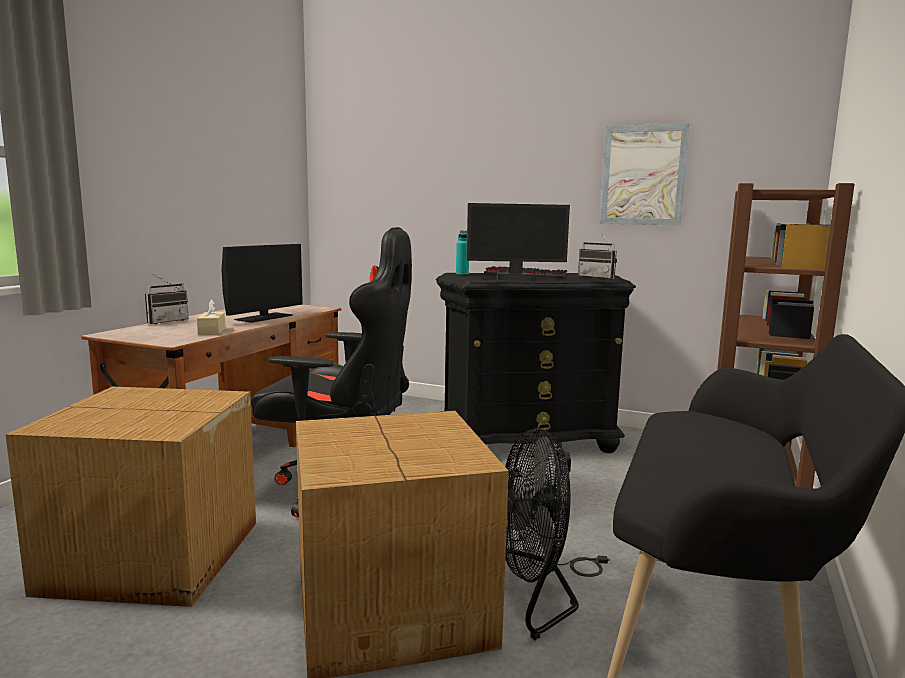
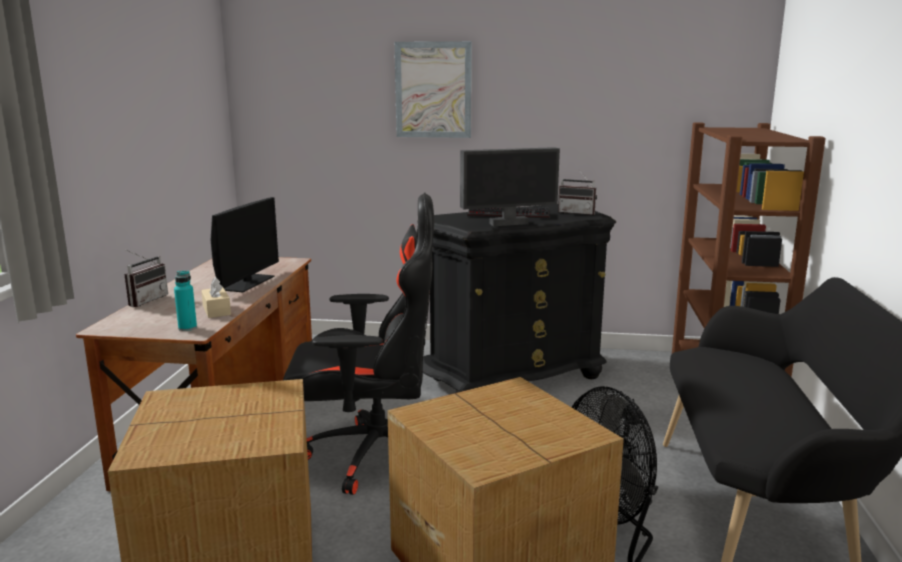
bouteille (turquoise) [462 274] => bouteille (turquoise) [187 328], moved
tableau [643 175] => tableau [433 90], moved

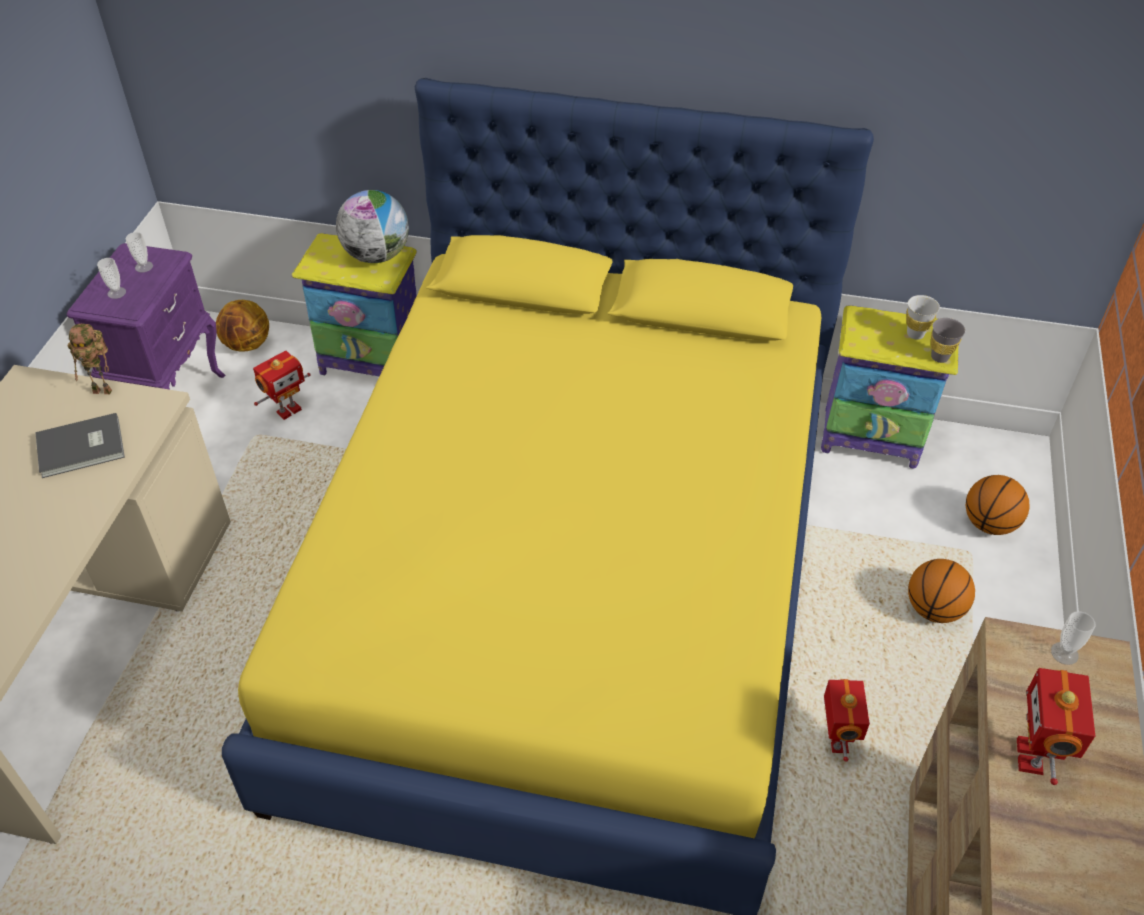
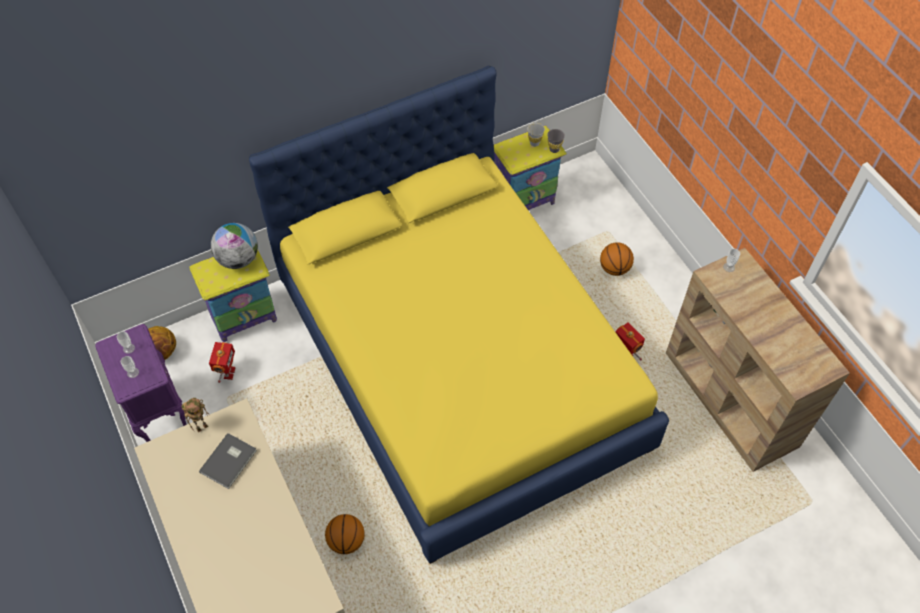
ballon de basket [989 524] => ballon de basket [346 540], moved
robot jouet [1033 757] => nothing

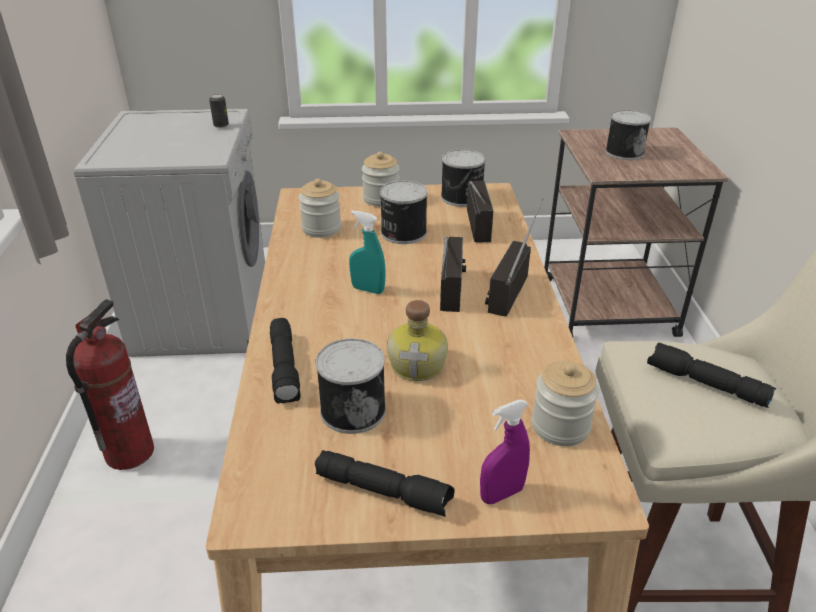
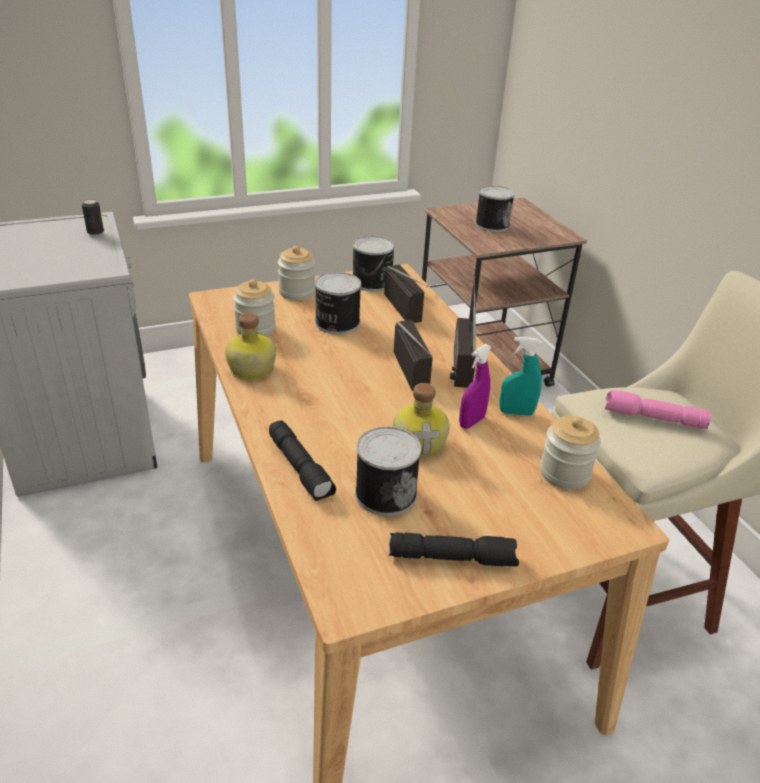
extincteur [129 453] => nothing
vaporisateur (turquoise) [368 290] => vaporisateur (turquoise) [516 412], moved
vaporisateur (violet) [501 494] => vaporisateur (violet) [471 422], moved
lampe de poche (noir) [704 384] => lampe de poche (rose) [653 418]
nothing => bouteille [250 369]

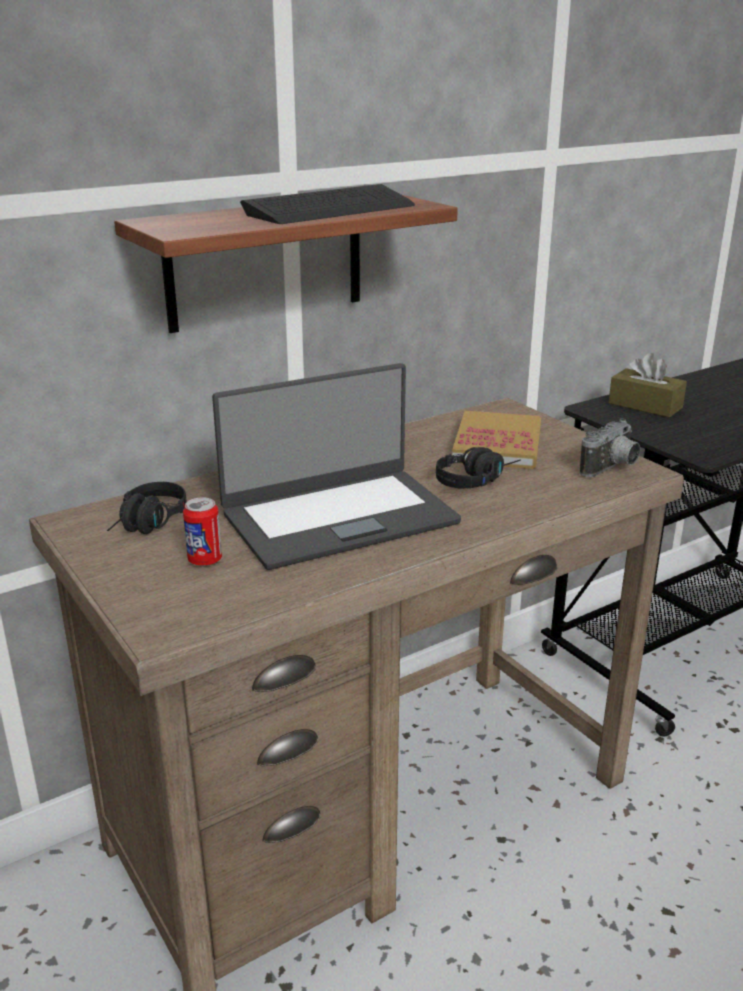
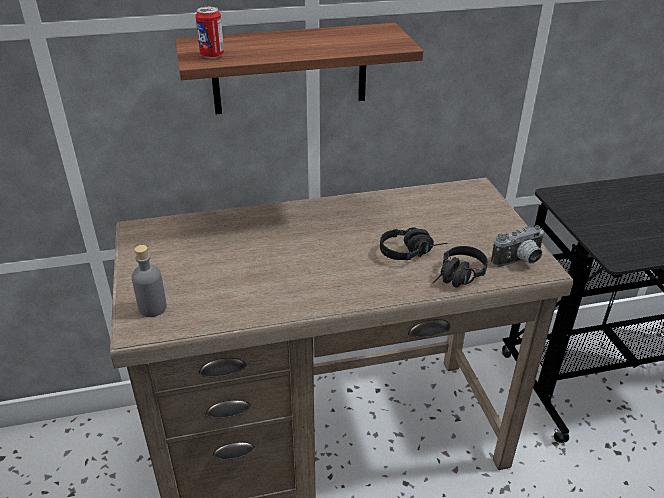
casque audio (noir) [148 525] => casque audio (noir) [457 278], moved
boîte métallique [205 560] => boîte métallique [212 55], moved
ordinateur portable [338 517] => nothing
clavier [331 210] => nothing
livre [497 444] => nothing
boîte à mouchoirs (marron) [645 405] => nothing
nothing => bouteille (gris) [153 308]

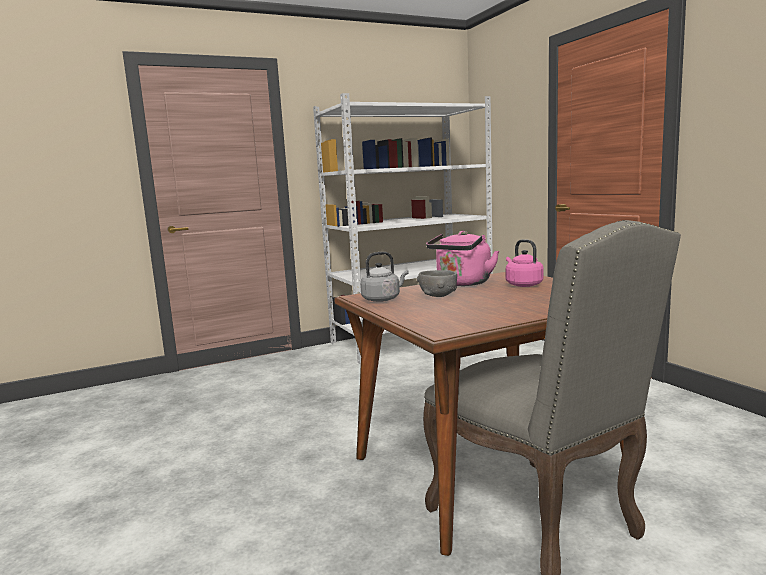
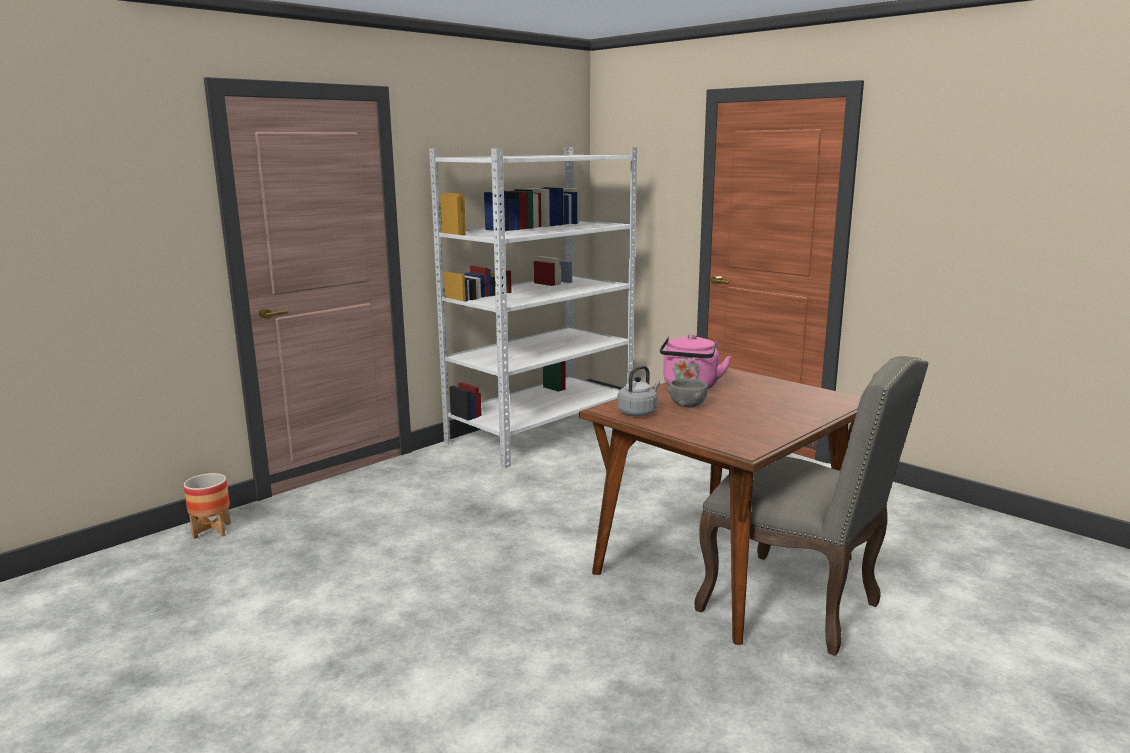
bouilloire (rose) [522 284] => nothing
nothing => cache-pot [212 530]

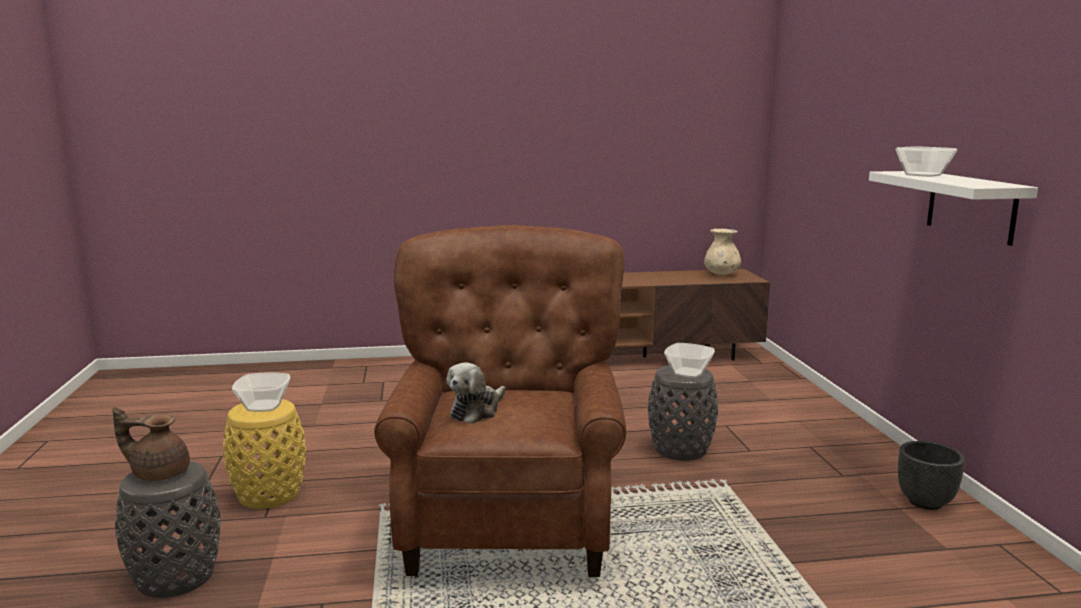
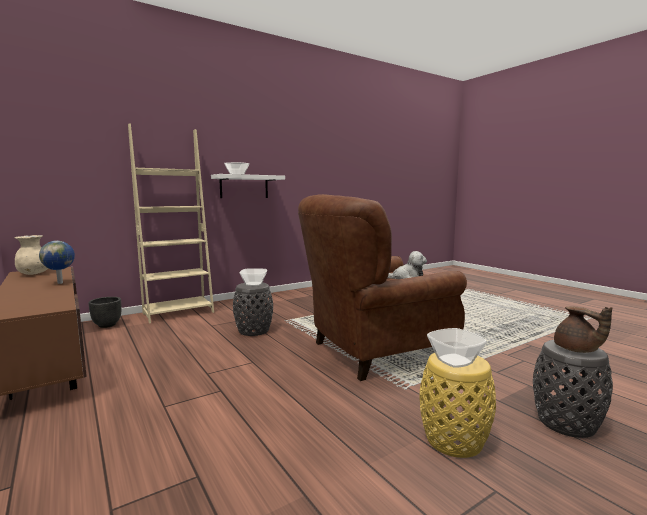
cache-pot (noir) [925 502] => cache-pot (noir) [107 325], moved
nothing => globe [61 283]
nothing => bibliothèque (beige) [178 313]

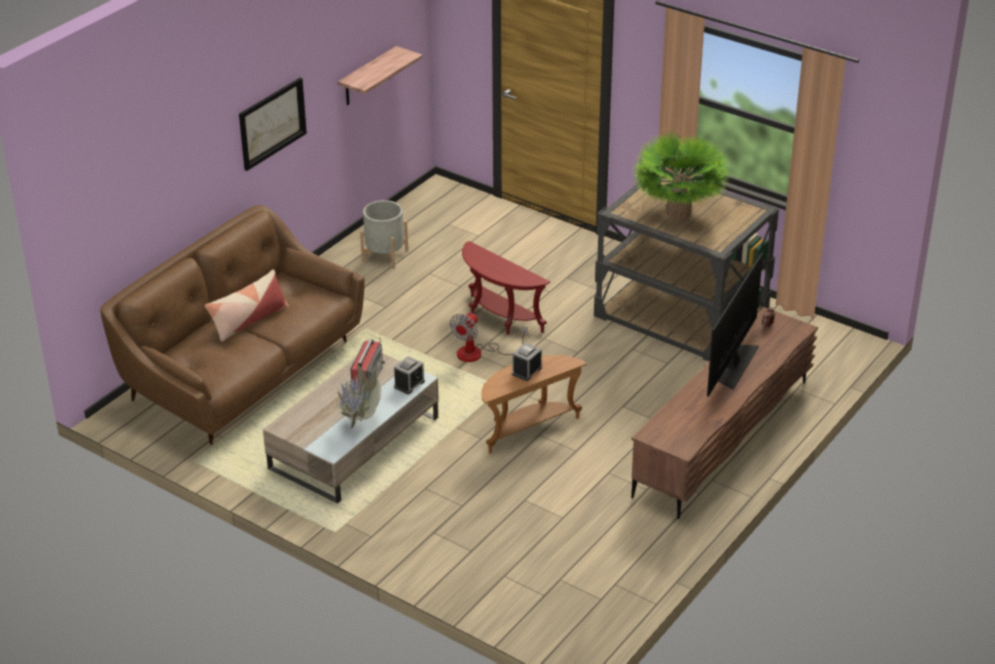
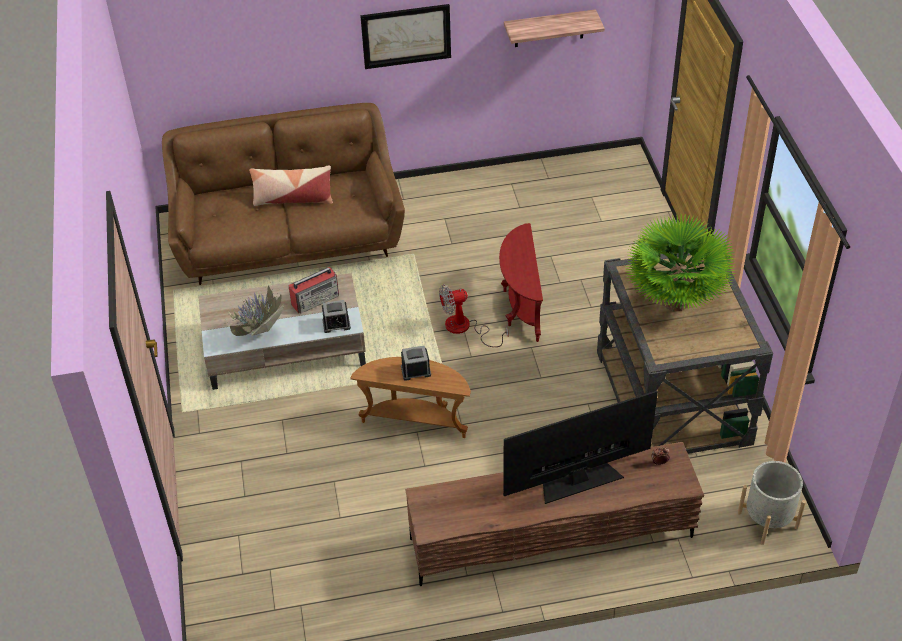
cache-pot (gris) [385 256] => cache-pot (gris) [767 520], moved

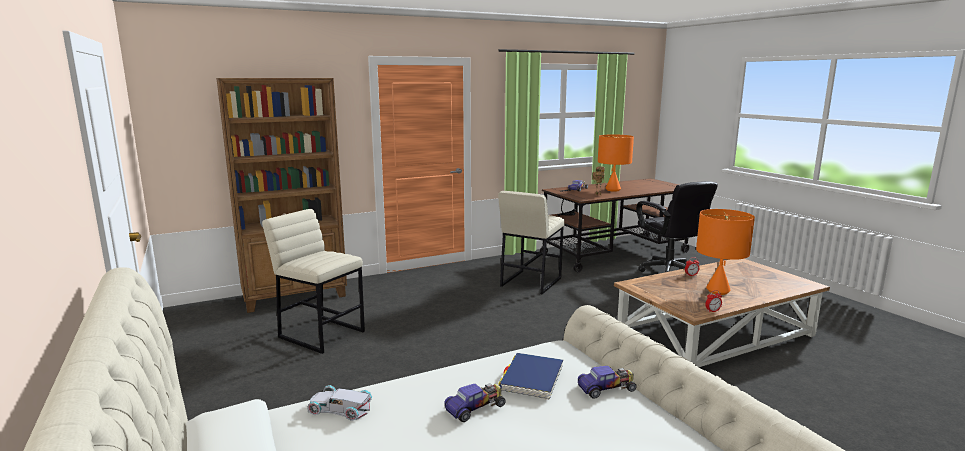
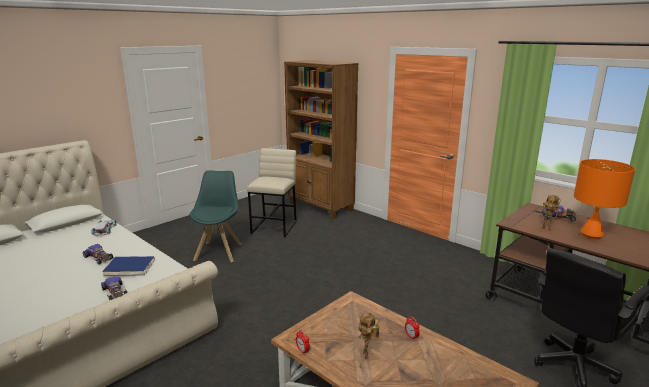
chaise (beige) [530 282] => nothing
lampe de table (orange) [717 291] => robot jouet [367 356]
nothing => chaise (turquoise) [219 252]

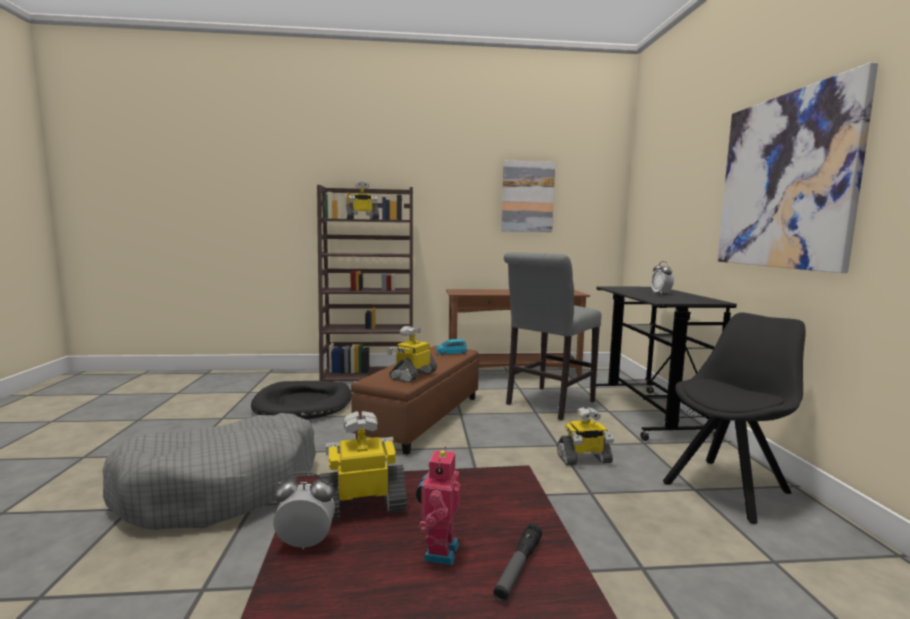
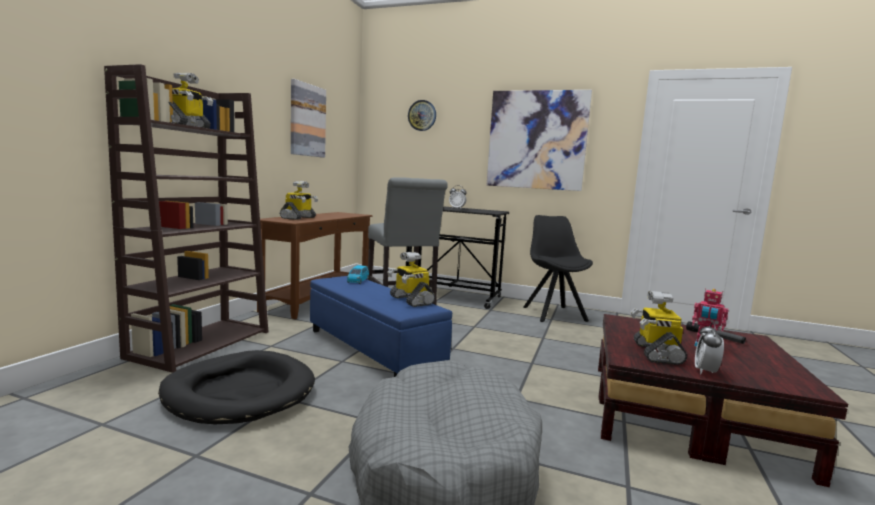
pouf (marron) [423 418] => pouf (bleu) [374 348]
robot jouet [584 459] => robot jouet [298 218], moved
nothing => horloge murale [422 115]

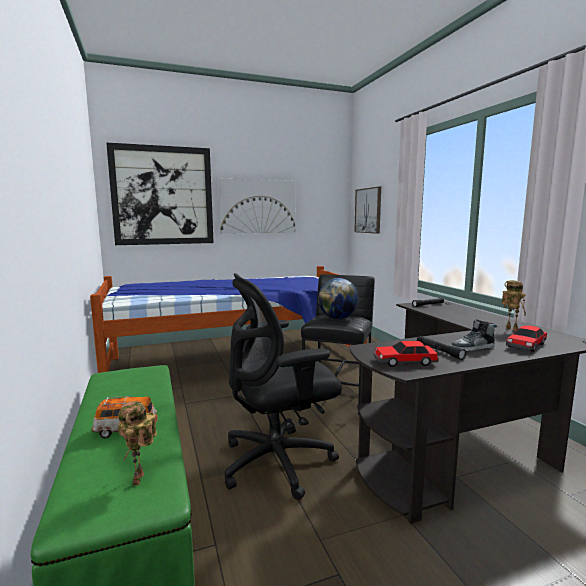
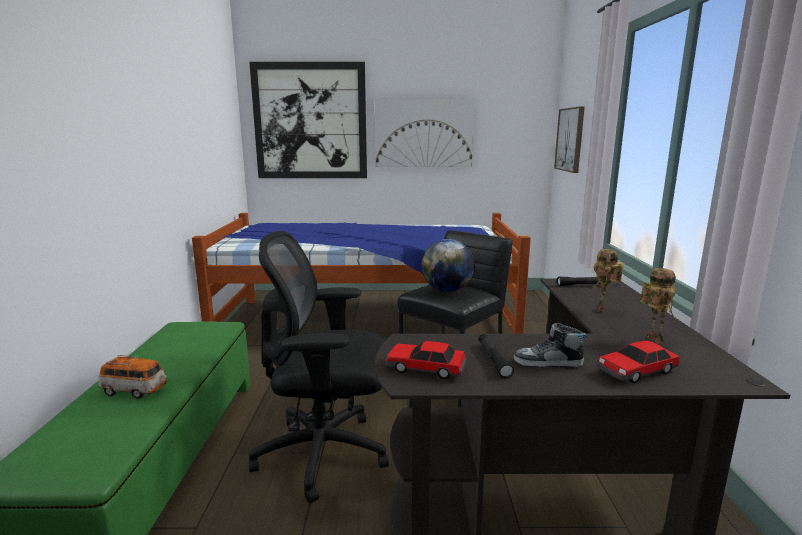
robot jouet [140 480] => robot jouet [602 310], moved

